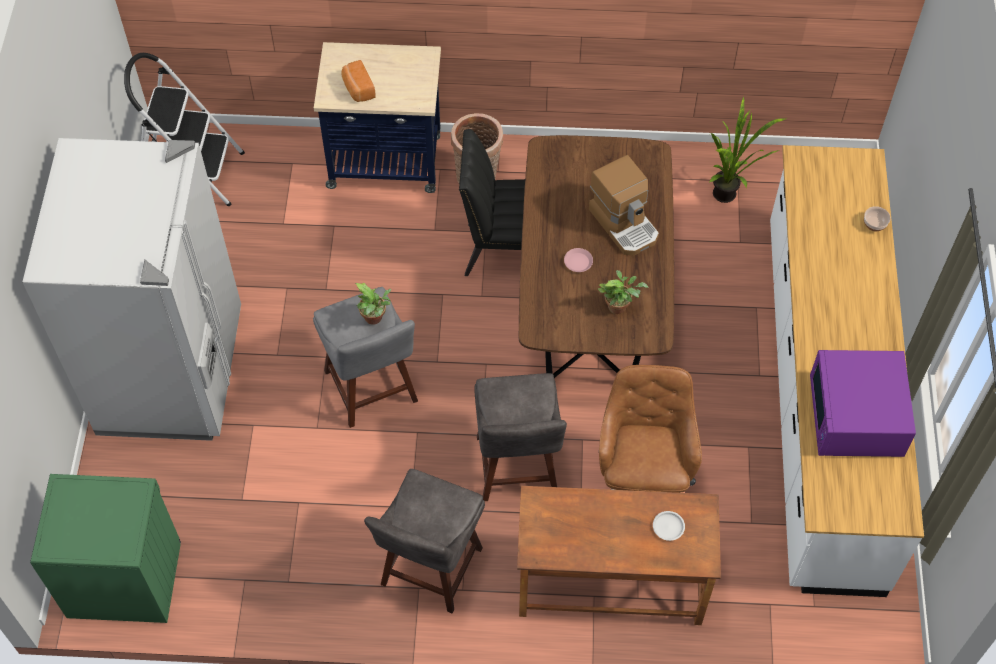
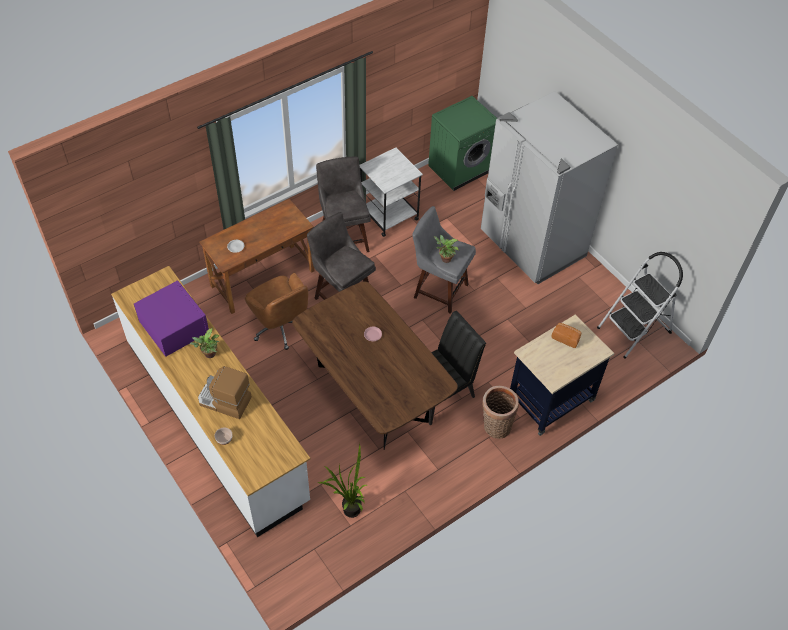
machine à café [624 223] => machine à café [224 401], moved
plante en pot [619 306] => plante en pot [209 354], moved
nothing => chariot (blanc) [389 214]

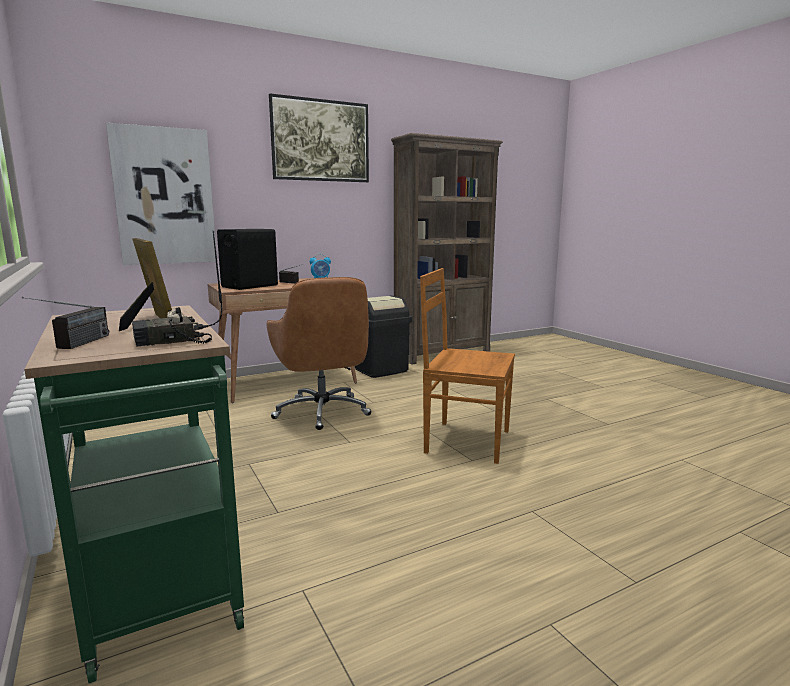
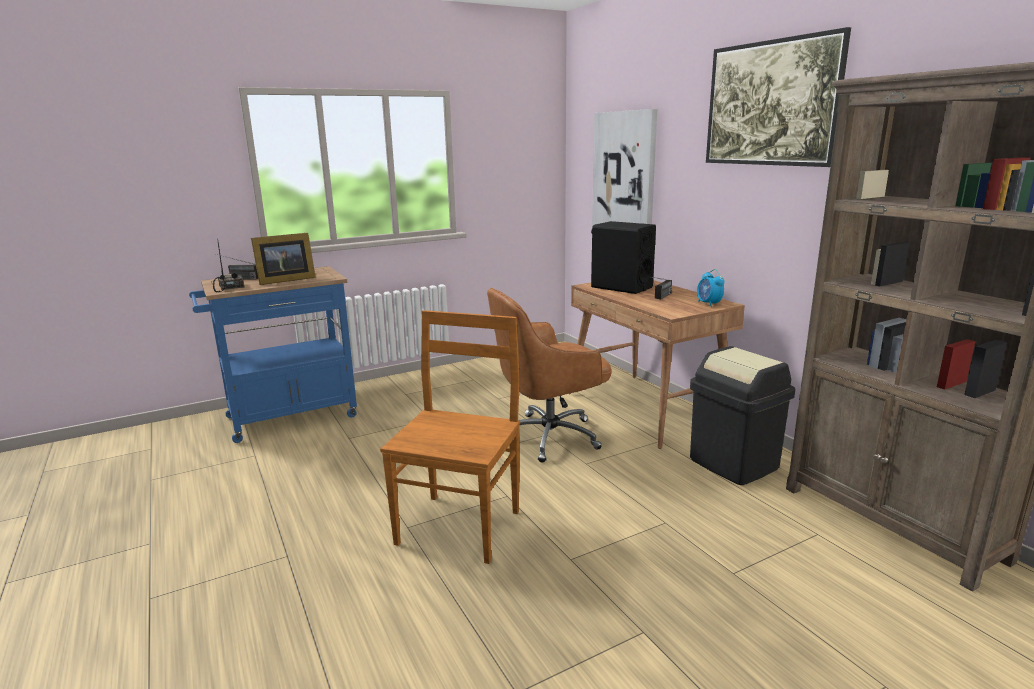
chariot (vert) [160 586] => chariot (bleu) [287 418]

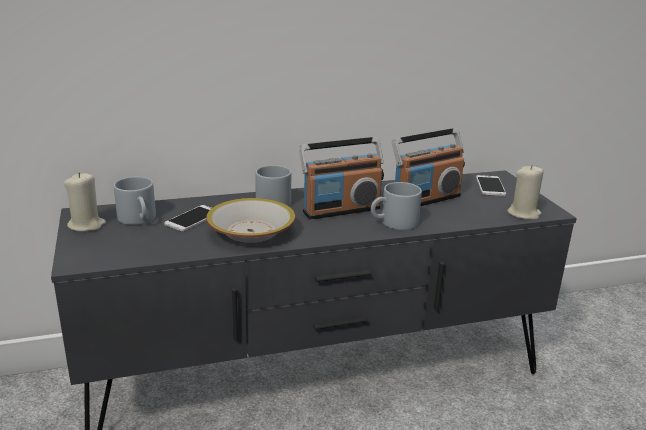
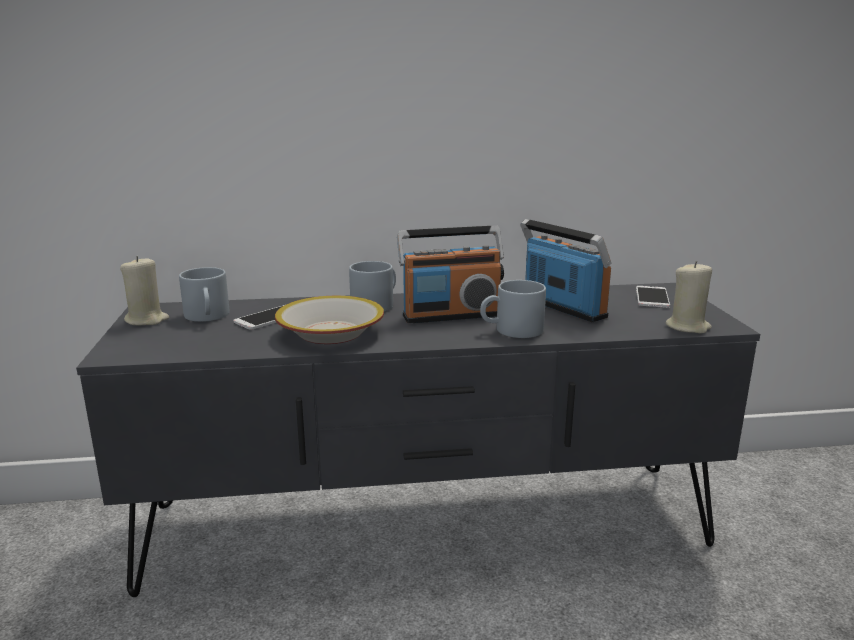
radio [426 199] => radio [562 308], 105 degrees counterclockwise

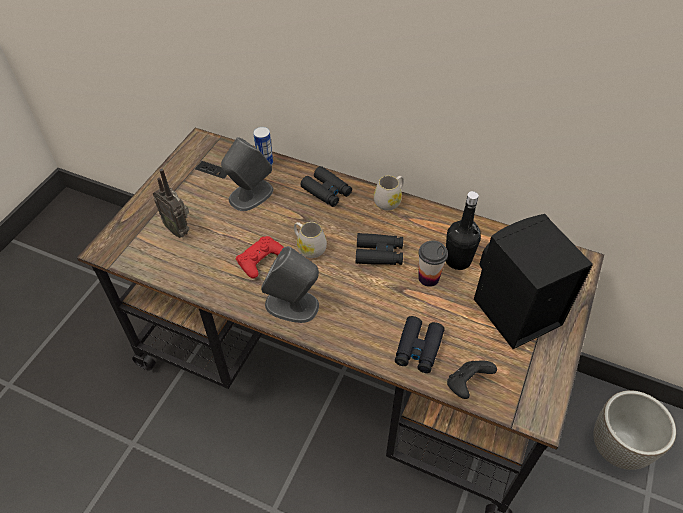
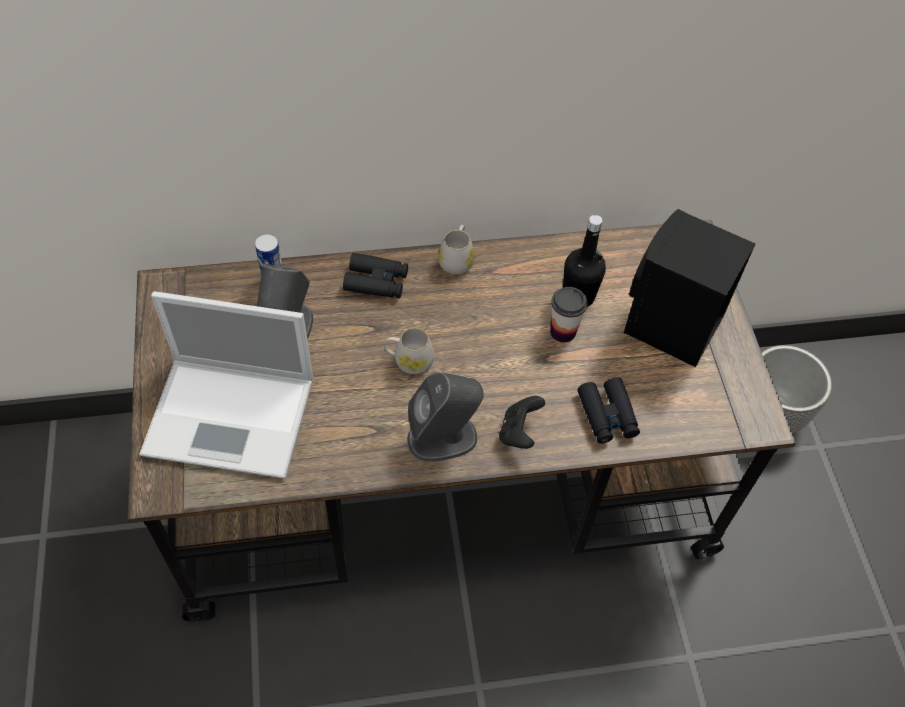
radio [179 229] => ordinateur portable [233 416]
manette (rouge) [260 259] => nothing
jumelles (noir) [379 254] => nothing
manette (noir) [466 384] => manette (noir) [519 432], moved

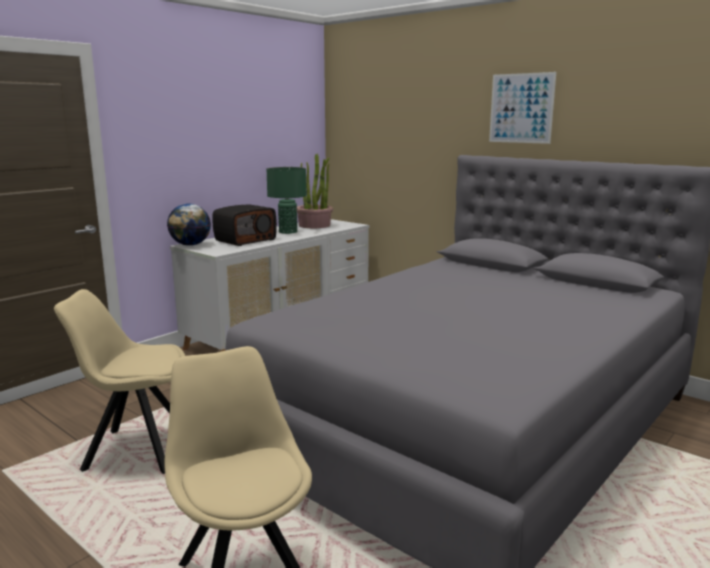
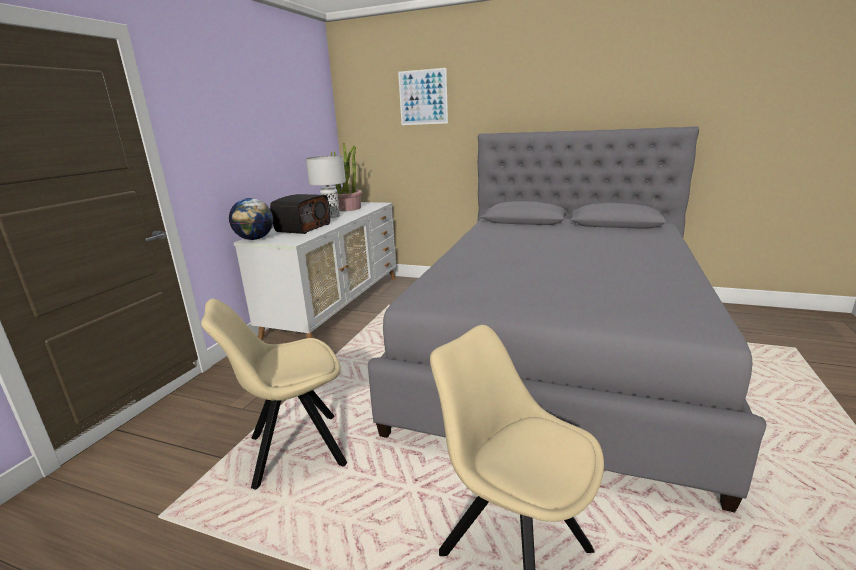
lampe de table (vert) [287 231] => lampe de table (blanc) [331 216]
tableau [521 108] => tableau [423 97], moved

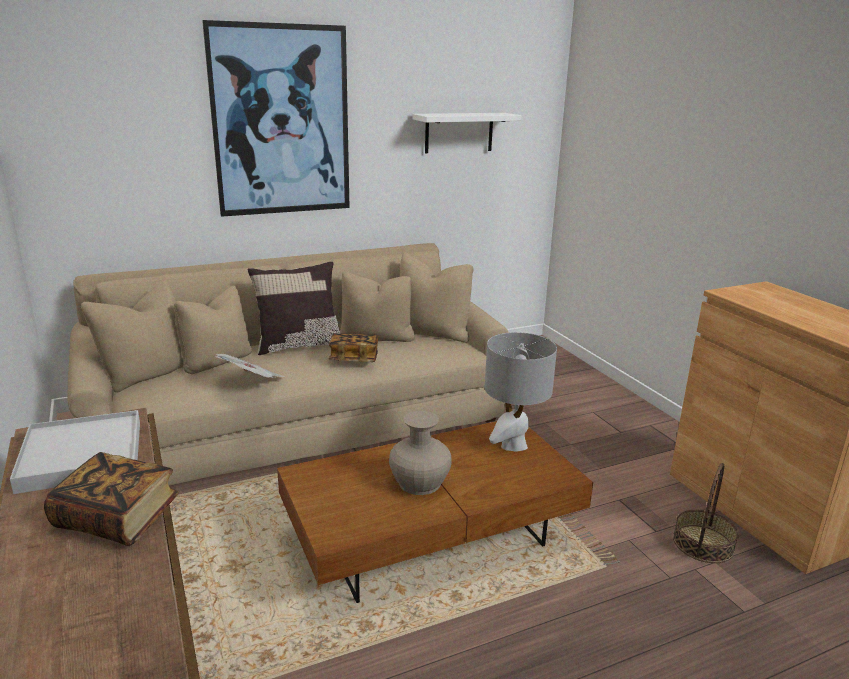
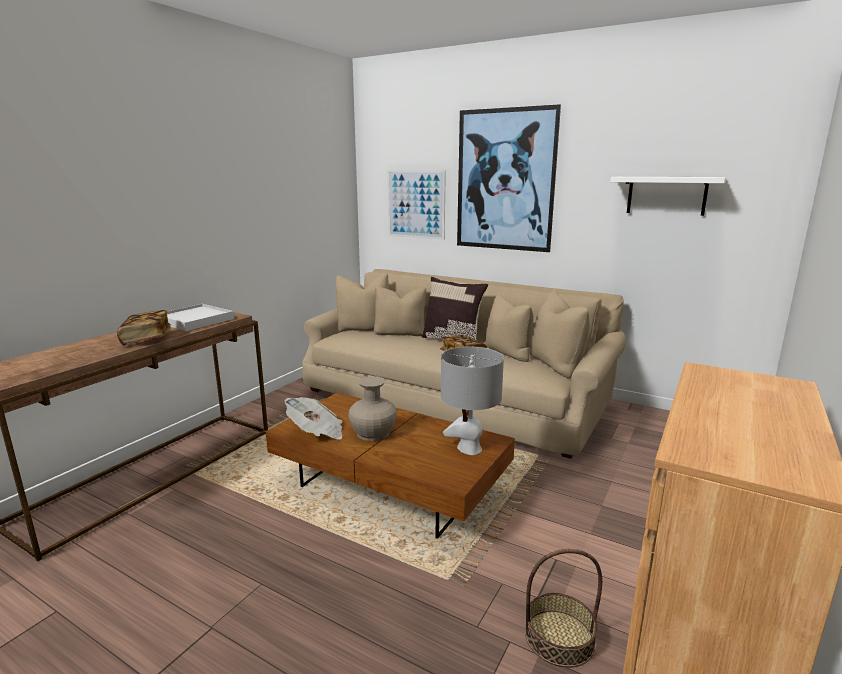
journal [252 382] => journal [316 432], moved
nothing => tableau [416 204]

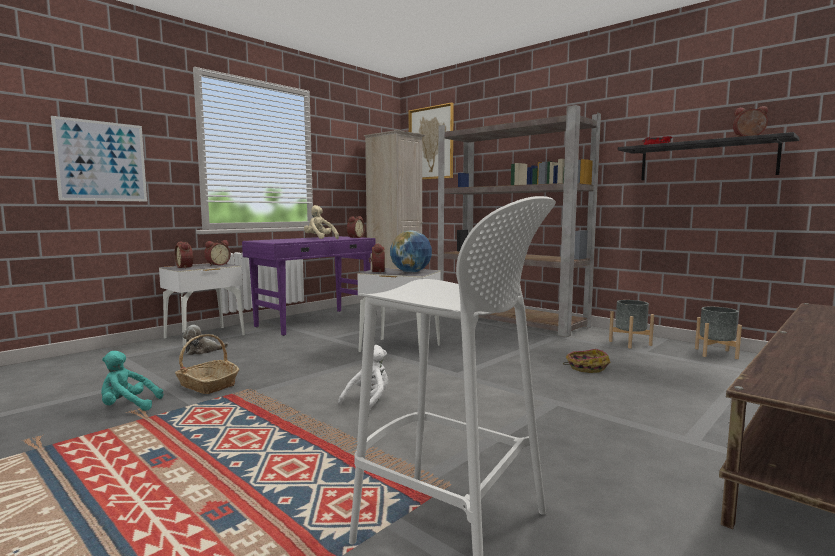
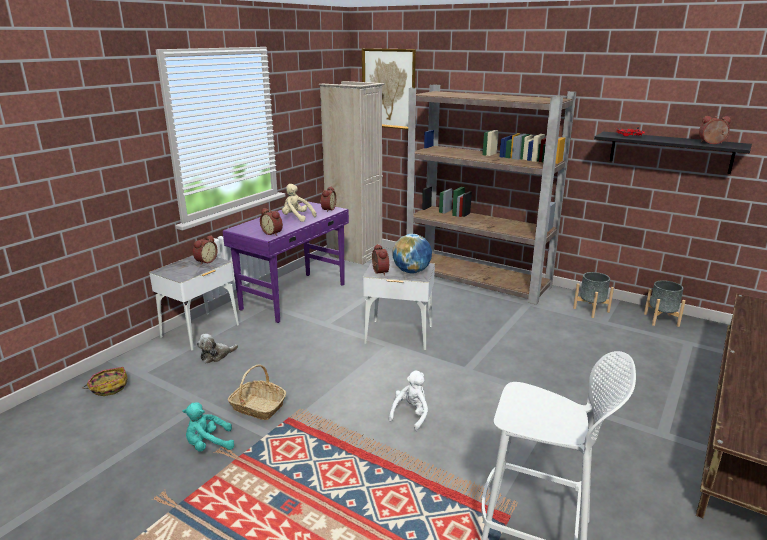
tableau [101 161] => nothing
réveil [186 267] => réveil [273 233], moved
panier [586 367] => panier [109 387], moved

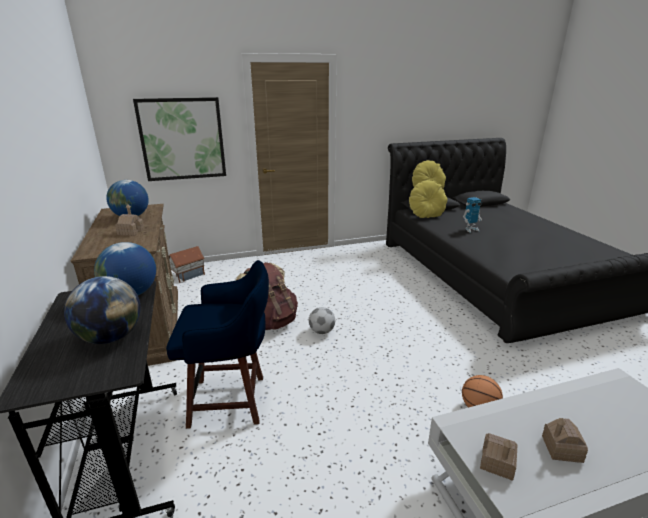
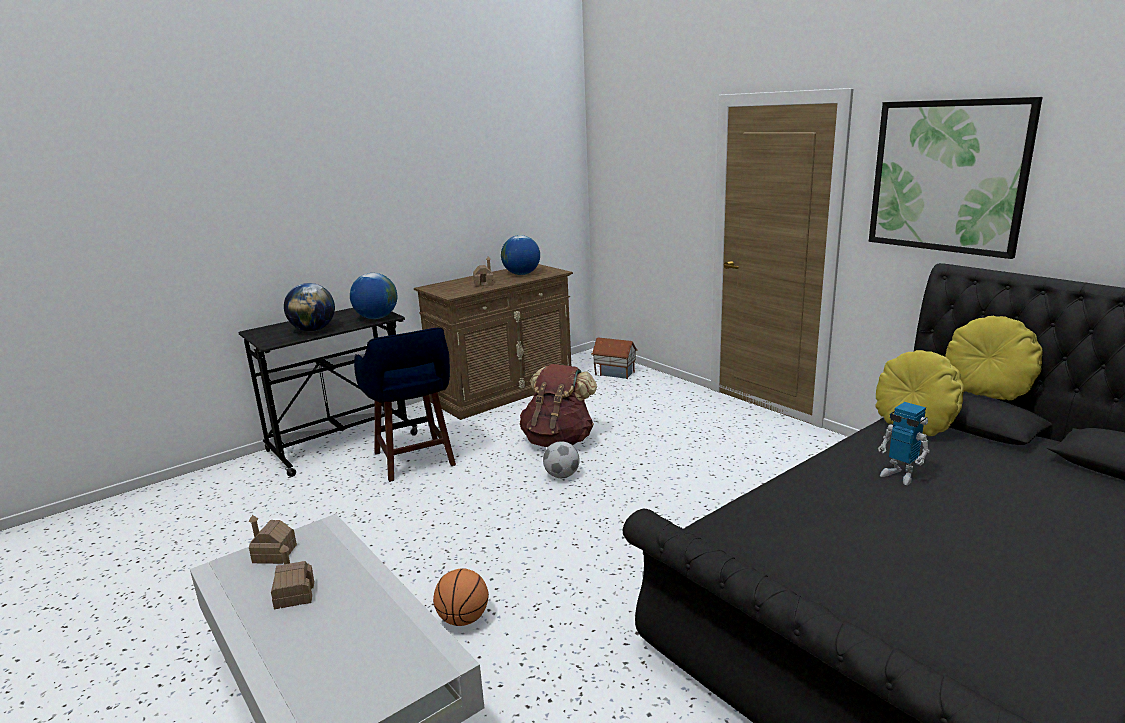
tableau [182 139] => tableau [947 176], moved

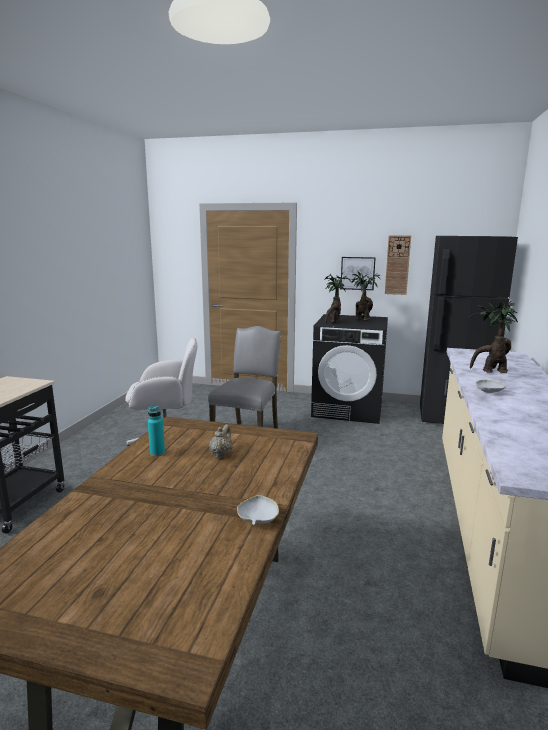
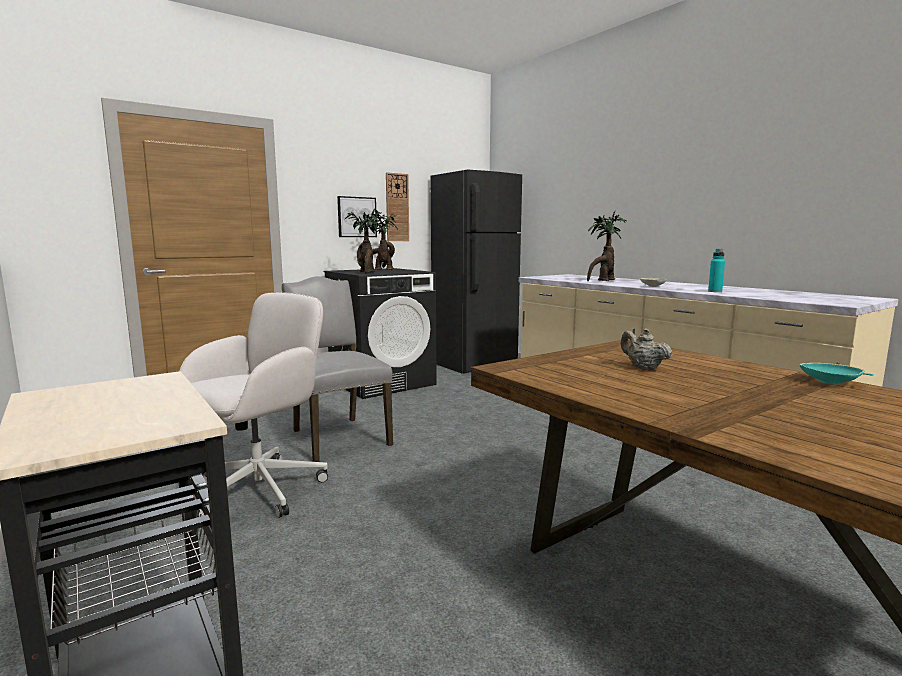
bouteille (turquoise) [157 453] => bouteille (turquoise) [715 291], moved
bol (blanc) [258 519] => bol (turquoise) [832 383]

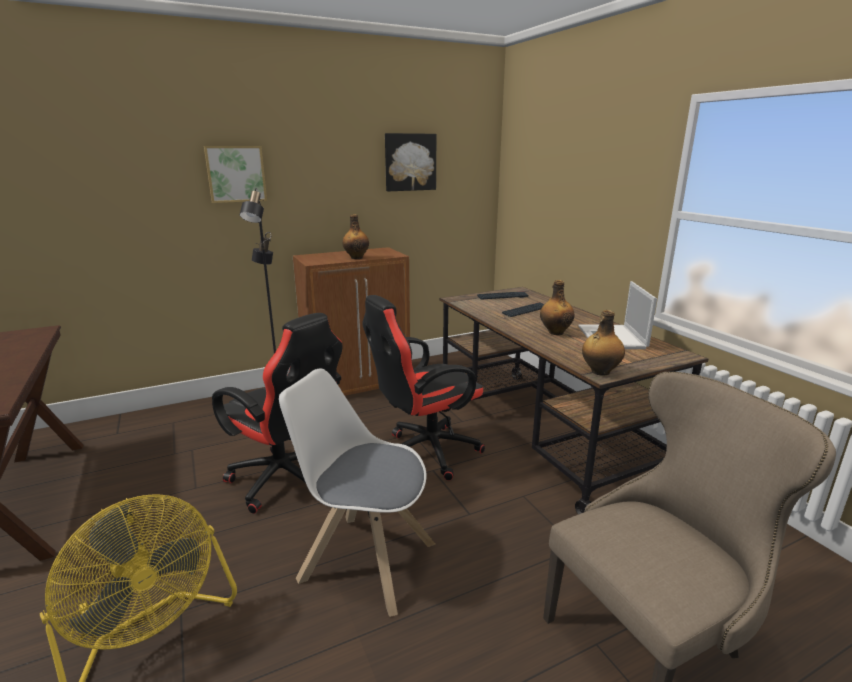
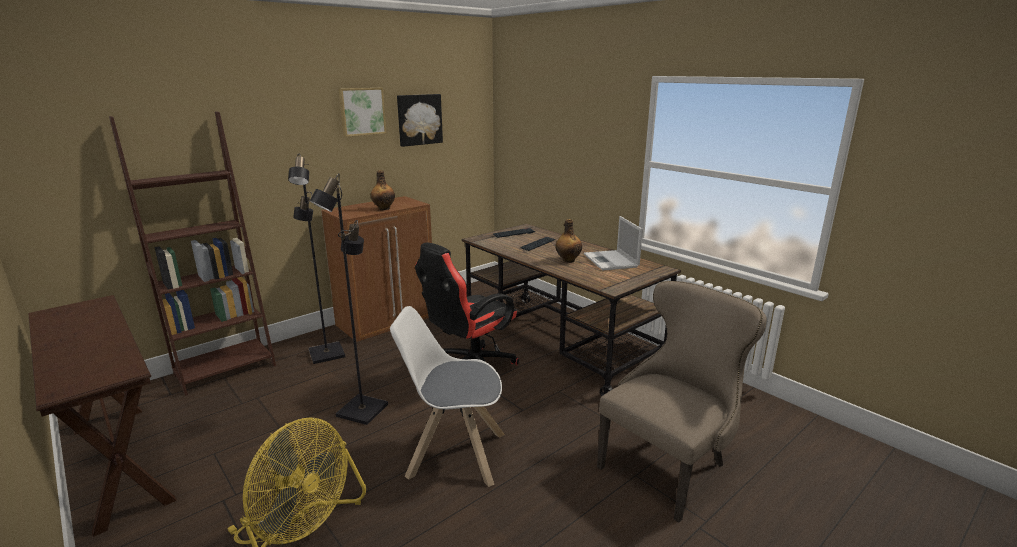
tableau [236 174] => tableau [362 111], moved
chaise de bureau (noir) [287 482] => lampadaire (noir) [362 410]
bouteille [599 372] => nothing
nothing => bibliothèque (marron) [225 369]

